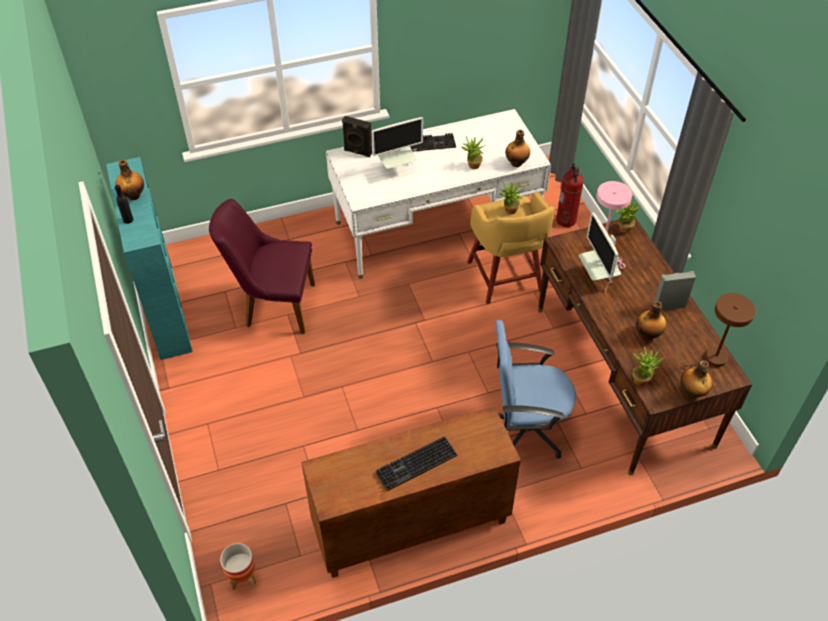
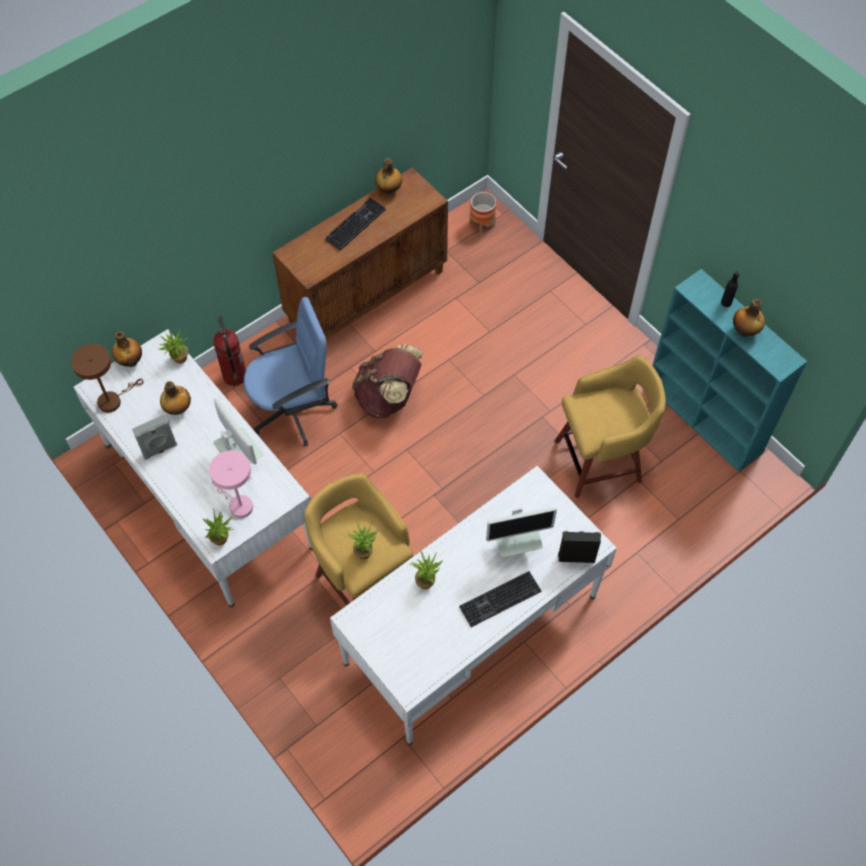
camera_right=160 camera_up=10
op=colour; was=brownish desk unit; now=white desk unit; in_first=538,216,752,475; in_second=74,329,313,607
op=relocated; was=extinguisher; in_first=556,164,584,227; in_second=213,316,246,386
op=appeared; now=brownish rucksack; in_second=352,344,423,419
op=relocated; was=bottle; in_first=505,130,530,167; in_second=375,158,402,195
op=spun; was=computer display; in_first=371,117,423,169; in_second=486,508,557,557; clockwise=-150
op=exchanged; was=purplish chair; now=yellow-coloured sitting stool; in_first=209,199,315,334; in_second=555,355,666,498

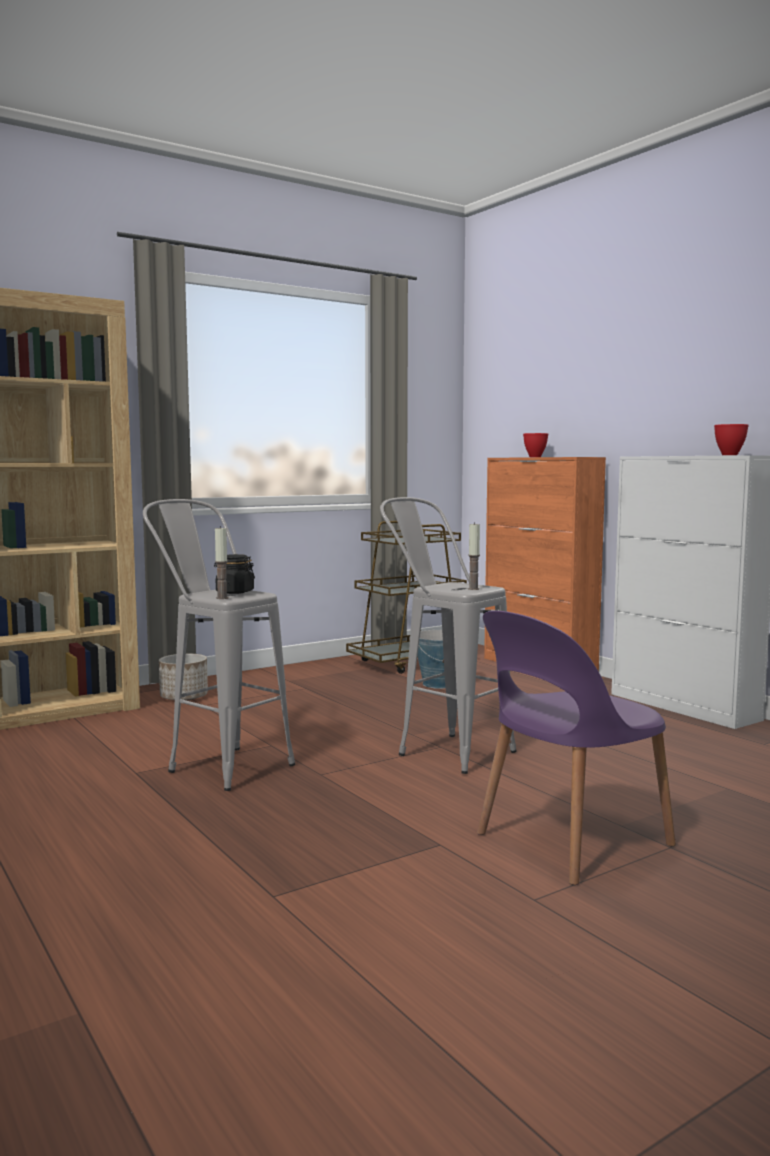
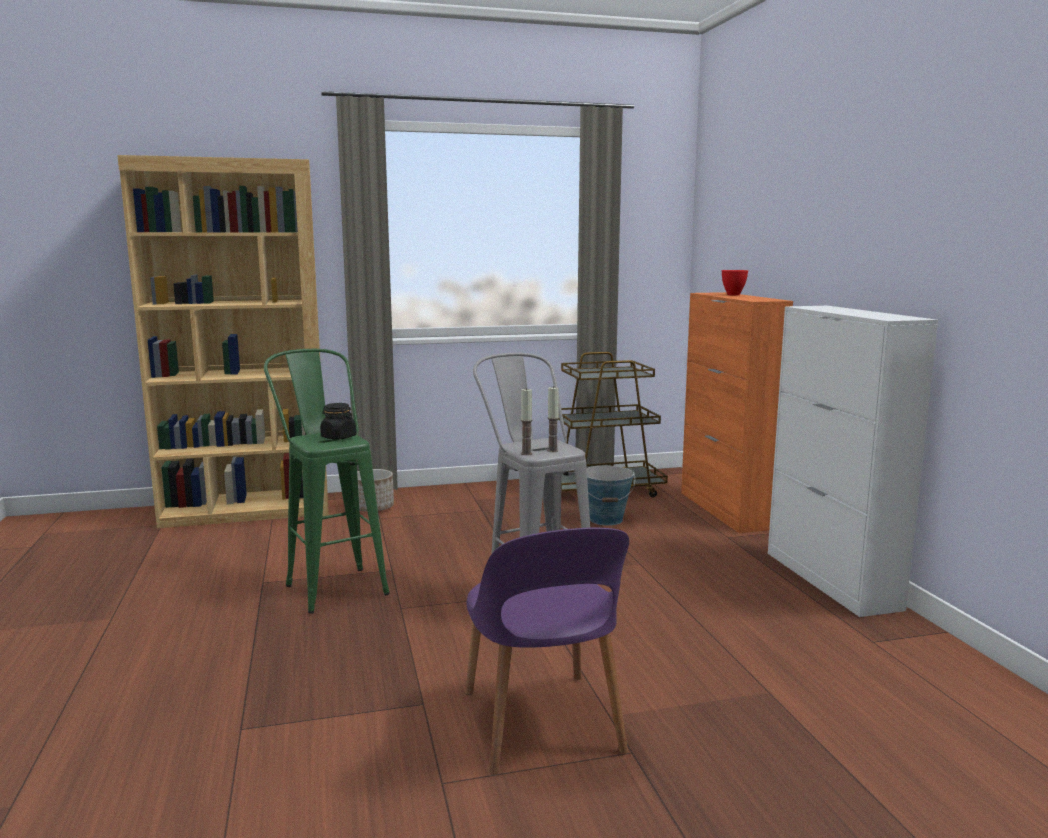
camera_right=20 camera_up=5
op=colour; was=greyish sitting stool; now=green sitting stool; in_first=143,499,295,791; in_second=264,349,390,614
op=spun; was=purplish chair; in_first=477,611,676,885; in_second=465,528,629,775; clockwise=-90
op=relocated; was=wax light; in_first=215,526,228,599; in_second=521,388,533,455
op=missing; was=red serving bowl; in_first=714,424,749,455

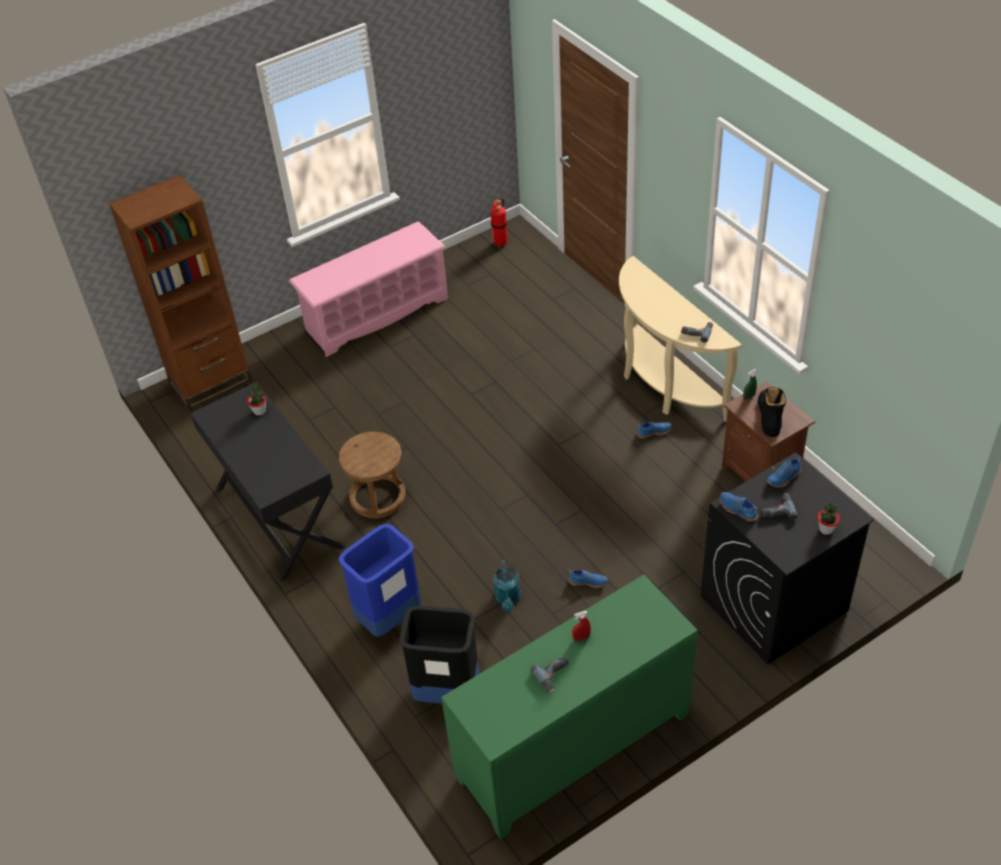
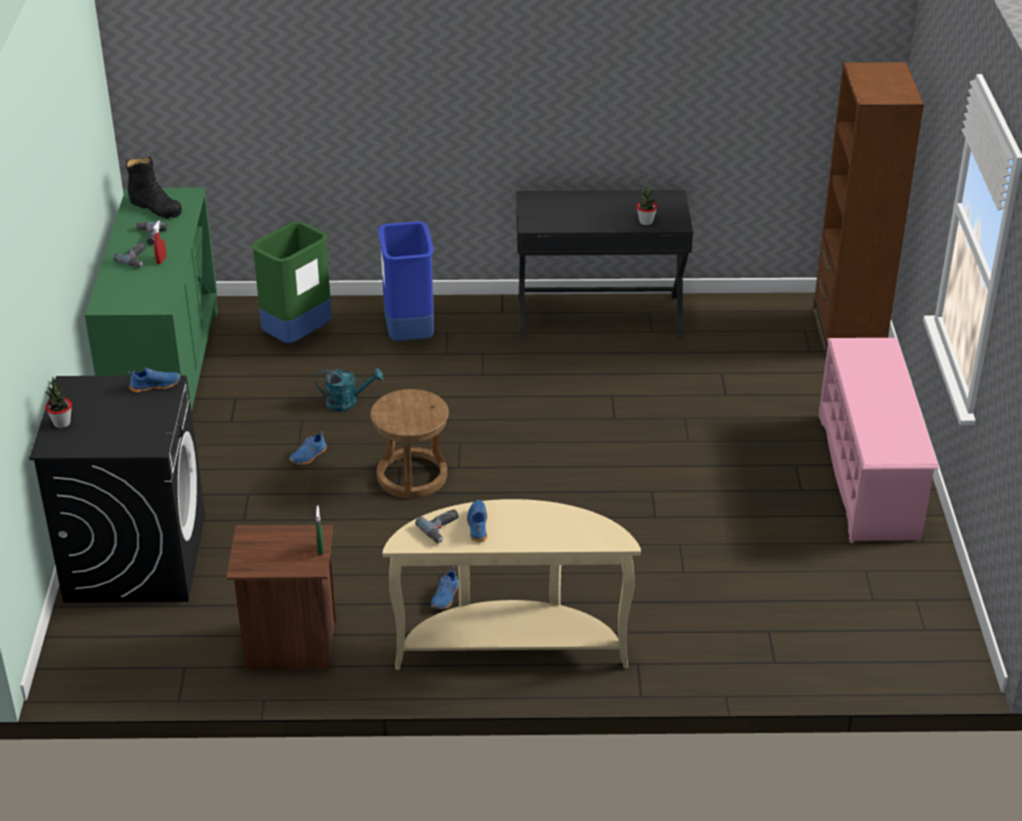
camera_right=120 camera_up=-10
op=relocated; was=power drill; in_first=761,493,798,520; in_second=114,242,146,268
op=relocated; was=black-coloured boot; in_first=758,387,786,437; in_second=126,157,182,219
op=colour; was=black-coloured waste bin; now=green waste bin; in_first=399,606,479,704; in_second=251,221,332,343
op=spun; was=turquoise-coloured watering pot; in_first=493,560,521,612; in_second=316,368,384,412; clockwise=150
op=relocated; was=brownish sitting stool; in_first=339,432,406,518; in_second=370,389,449,498
op=relocated; was=blue-coloured shoe; in_first=766,456,801,488; in_second=467,500,487,542
op=missing; was=extinguisher; in_first=491,198,508,247

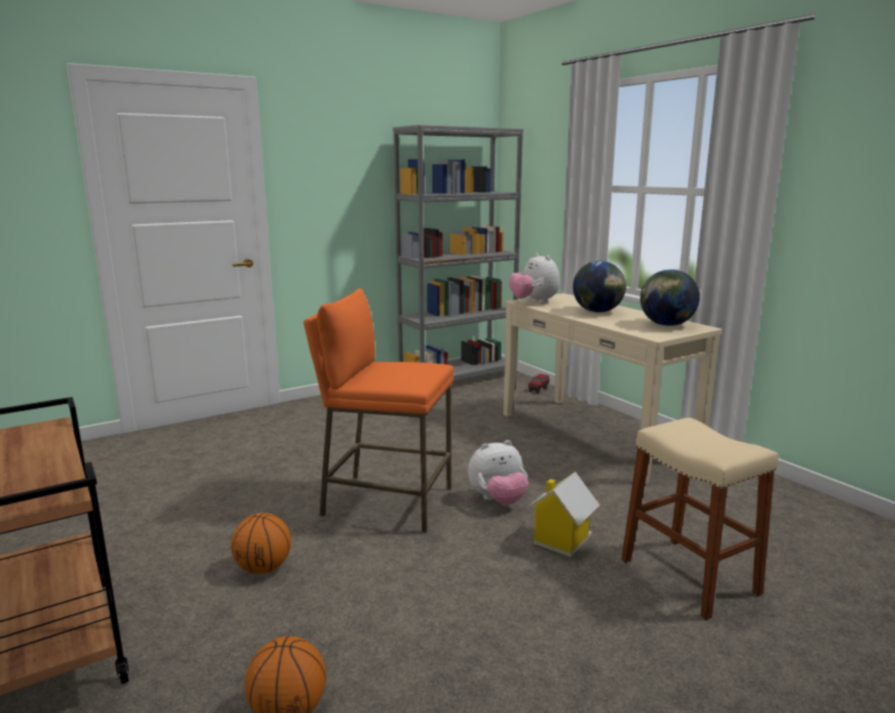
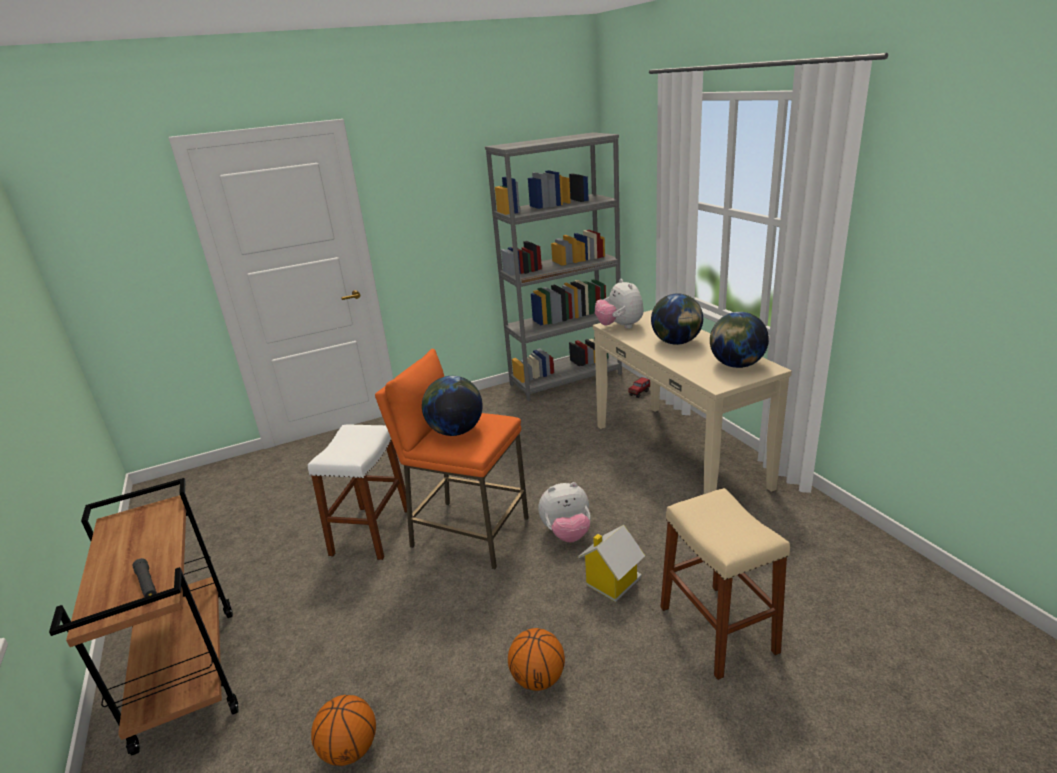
camera_right=10 camera_up=10
op=appeared; now=black-coloured flashlight; in_second=132,558,157,598
op=appeared; now=white sitting stool; in_second=308,424,407,560
op=appeared; now=globe; in_second=422,376,483,436
op=relocated; was=basketball; in_first=231,513,291,574; in_second=508,628,565,691

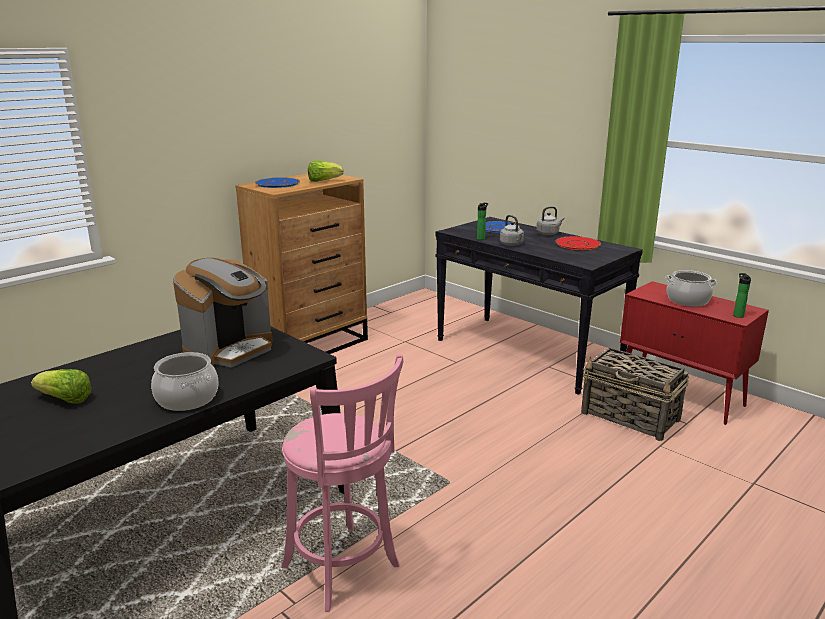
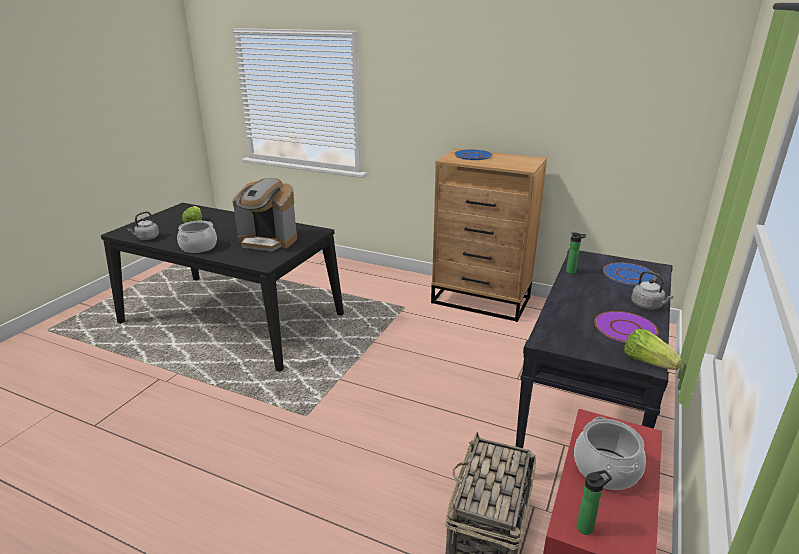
camera_right=70 camera_up=5
op=relocated; was=greyish tea kettle; in_first=500,215,524,246; in_second=127,211,159,240
op=colour; was=red dinner plate; now=purplish dinner plate; in_first=556,236,601,250; in_second=594,311,659,343
op=relocated; was=lettuce head; in_first=308,161,343,182; in_second=624,329,683,370
op=missing; was=pink-coloured sitting stool; in_first=281,354,403,612

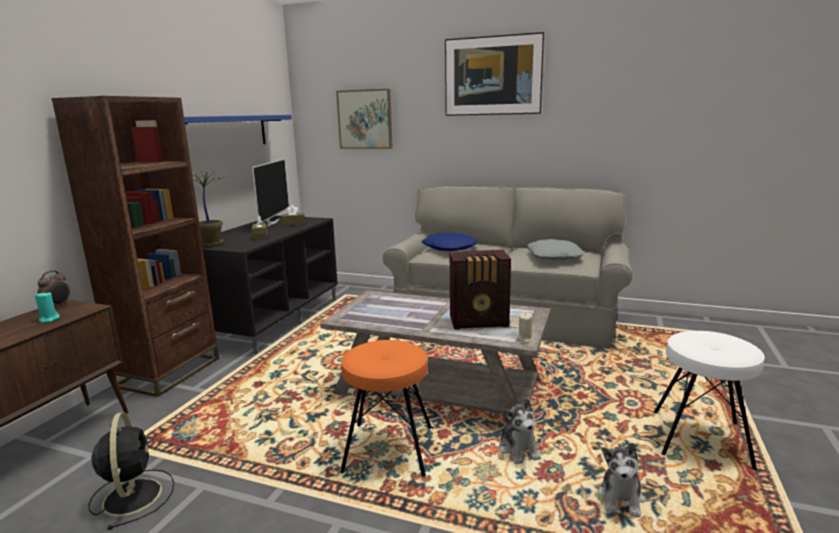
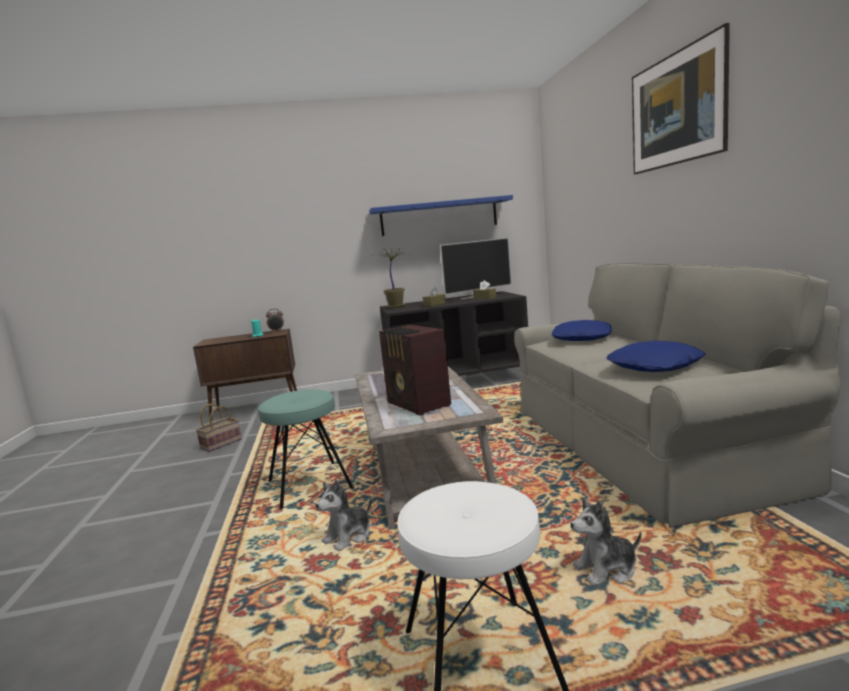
camera_right=60 camera_up=-5
op=exchanged; was=black-coloured cooling fan; now=household basket; in_first=88,412,174,530; in_second=196,404,242,452
op=colour; was=orange sitting stool; now=turquoise-coloured sitting stool; in_first=340,340,432,477; in_second=258,389,353,510
op=relocated; was=soft toy; in_first=598,443,644,518; in_second=570,497,642,586
op=colour; was=greyish cushion; now=blue-coloured cushion; in_first=527,239,584,260; in_second=607,341,706,372
op=missing; was=brownish bookcase; in_first=51,96,219,397
op=missing; was=wall picture; in_first=336,89,393,149
op=missing; was=sand-coloured wax light; in_first=516,313,533,343

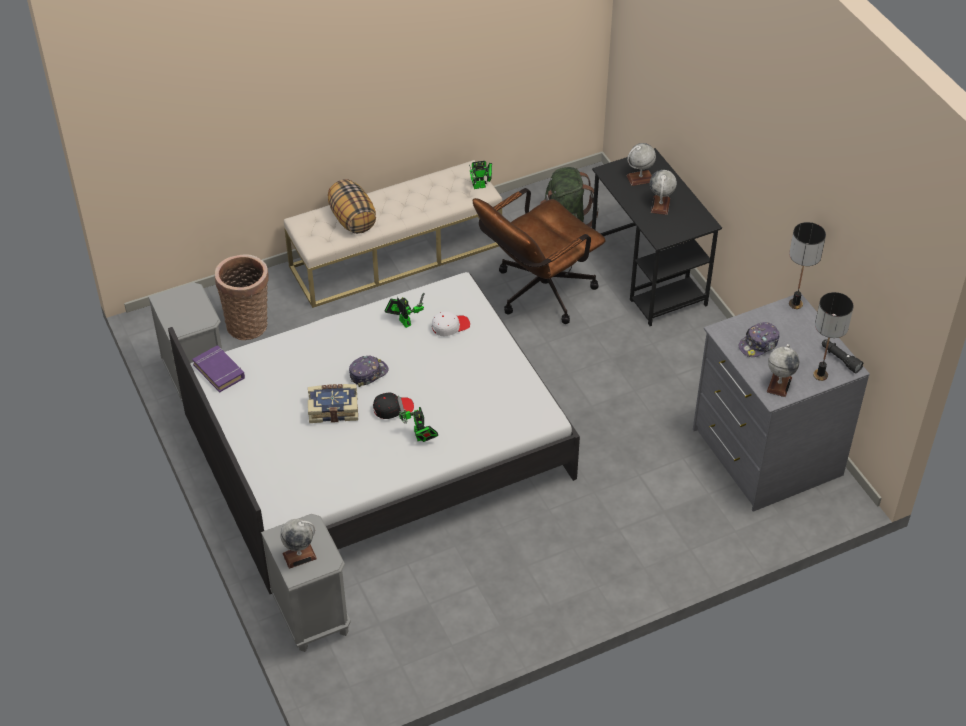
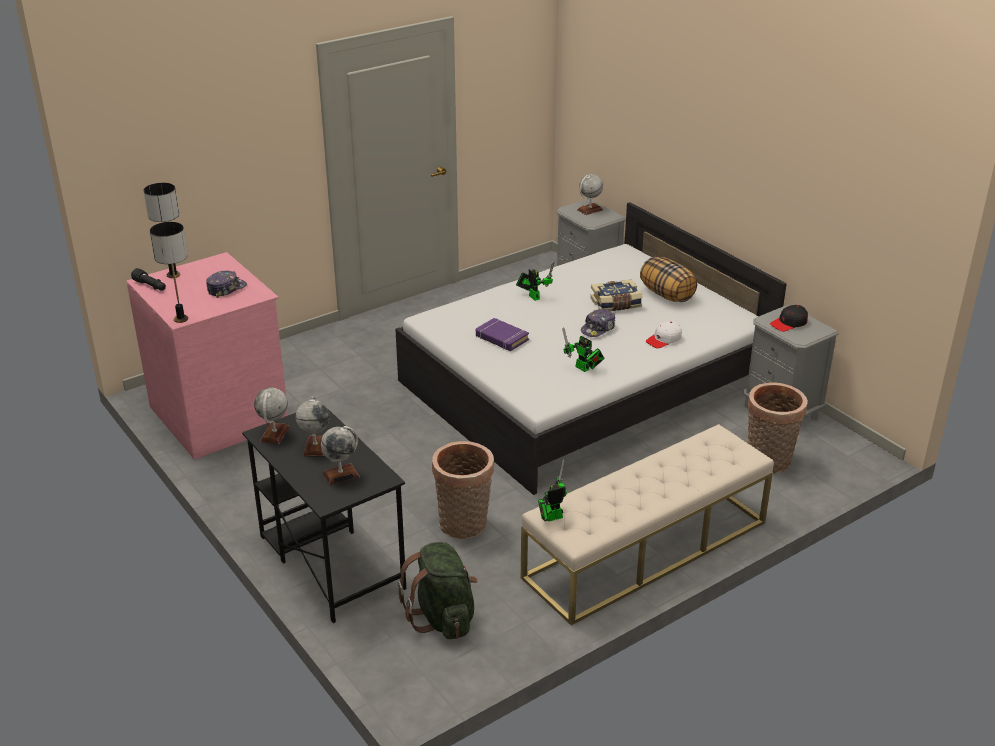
camera_right=170 camera_up=-15
op=colour; was=greyish chest of drawers; now=pink-coloured chest of drawers; in_first=693,295,870,512; in_second=126,252,288,460
op=relocated; was=globe; in_first=767,344,799,397; in_second=254,388,289,444
op=exchanged; was=brownish desk chair; now=household basket; in_first=473,188,605,324; in_second=432,441,494,539
op=relocated; was=purplish bound book; in_first=192,345,245,392; in_second=476,318,529,351
op=relocated; was=cushion; in_first=328,179,376,234; in_second=640,257,697,302
op=relocated; was=white baseball cap; in_first=432,311,470,336; in_second=646,321,682,348
op=relocated; was=black-coloured baseball cap; in_first=373,392,414,419; in_second=770,305,808,332

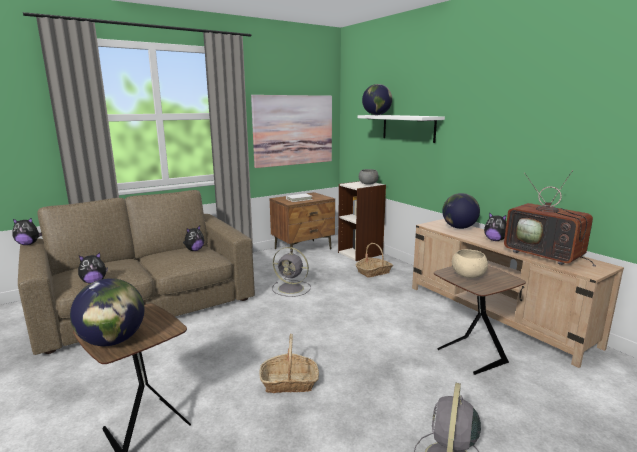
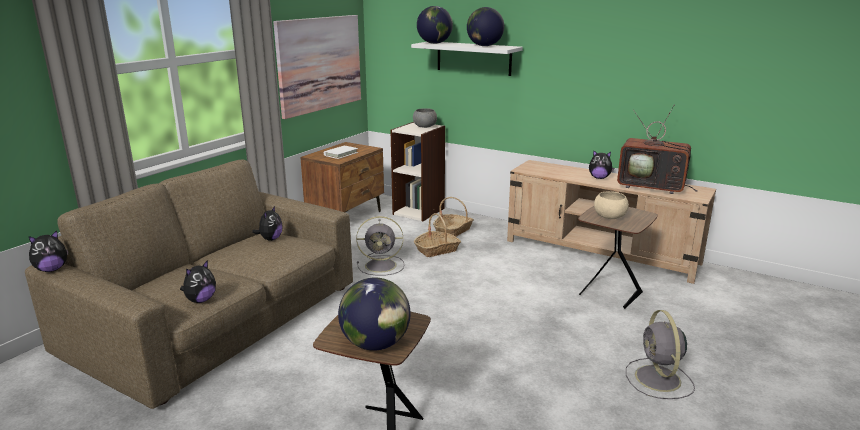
camera_right=-25 camera_up=5
op=relocated; was=household basket; in_first=260,334,319,393; in_second=414,213,461,257
op=relocated; was=globe; in_first=442,193,480,229; in_second=467,7,504,46

